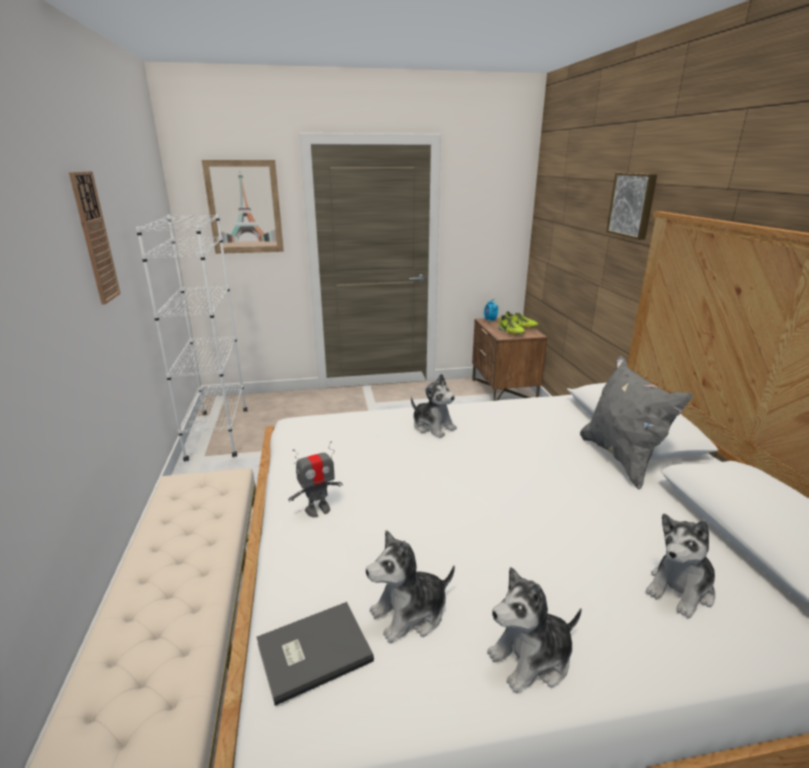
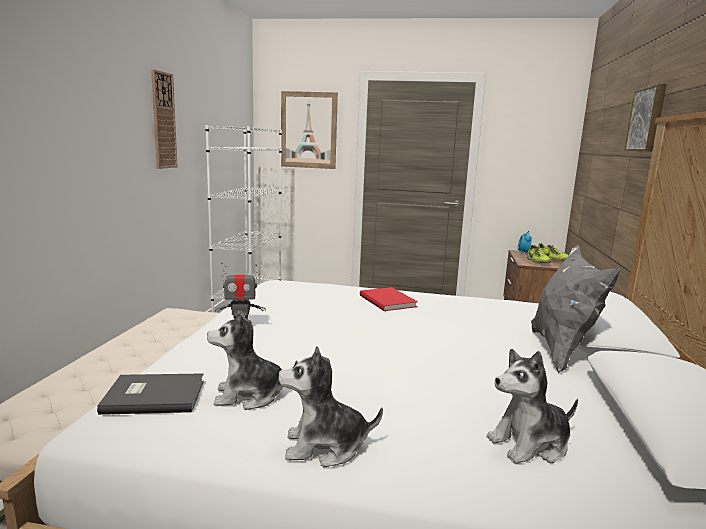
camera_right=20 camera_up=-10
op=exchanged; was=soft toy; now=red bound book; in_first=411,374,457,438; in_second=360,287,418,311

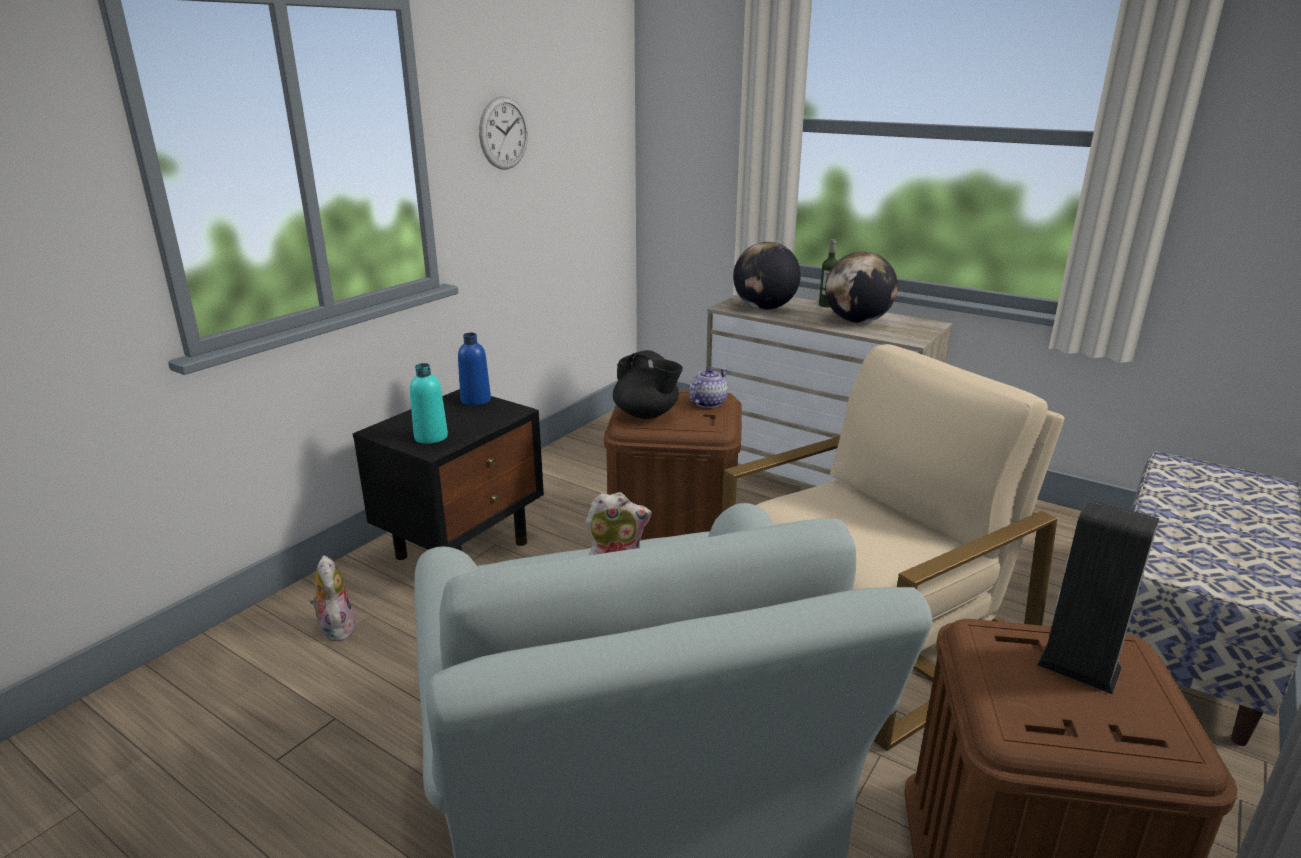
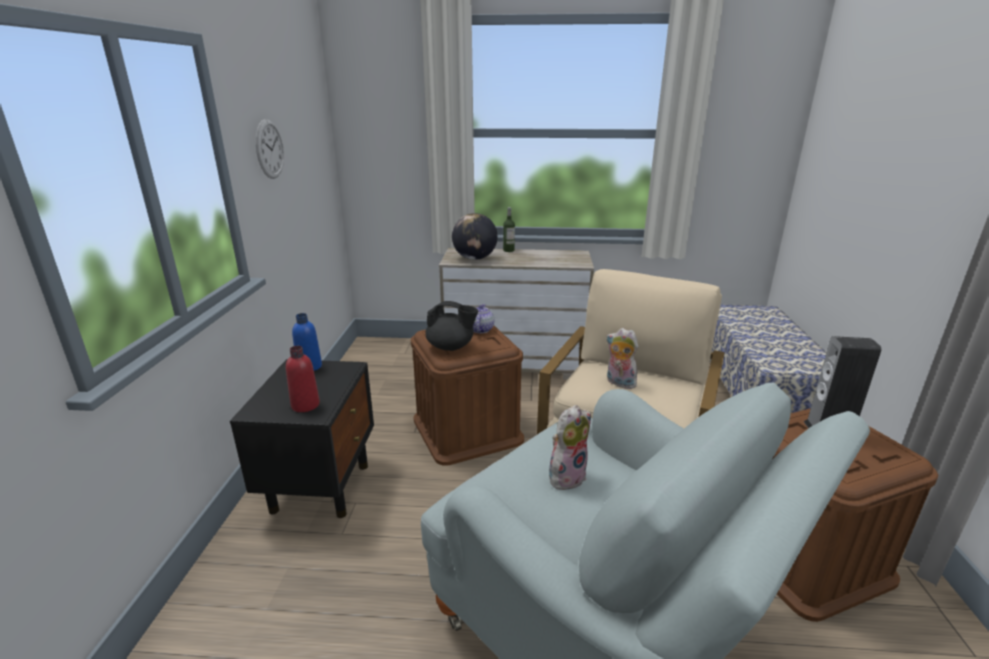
camera_right=-30 camera_up=0
op=colour; was=turquoise-coloured bottle; now=red bottle; in_first=410,363,448,444; in_second=286,346,320,412
op=relocated; was=soft toy; in_first=309,555,356,641; in_second=606,328,638,389
op=missing; was=globe; in_first=825,252,898,323

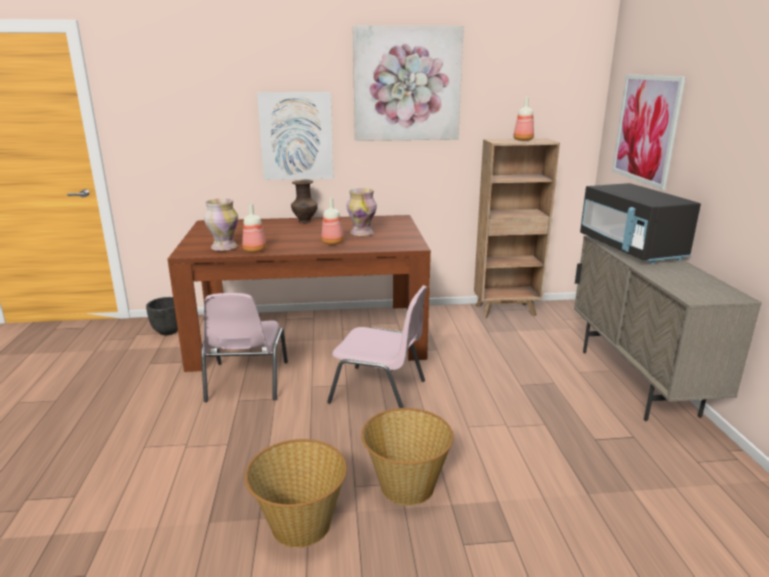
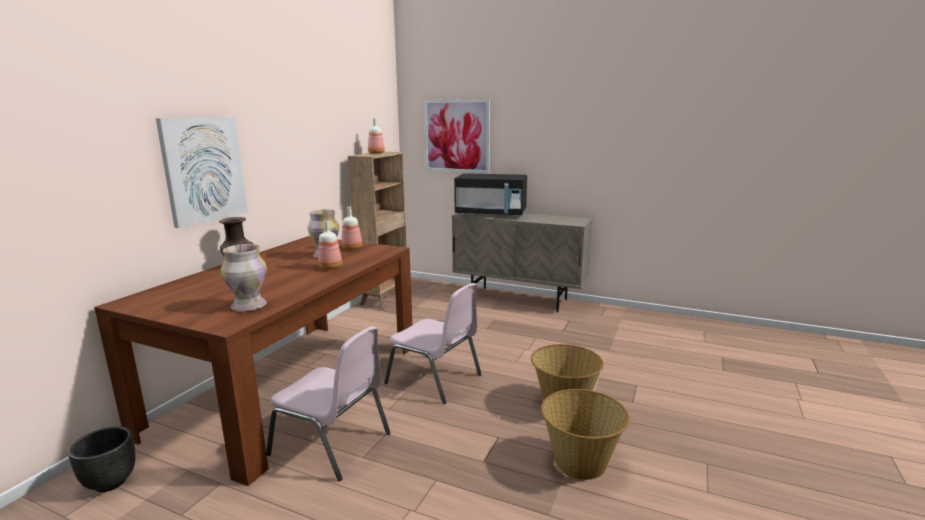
camera_right=-60 camera_up=-5
op=relocated; was=bottle; in_first=242,203,266,253; in_second=341,207,362,250
op=spun; was=pink-coloured chair; in_first=327,285,427,408; in_second=384,283,482,404; clockwise=75
op=missing; was=wall picture; in_first=353,25,464,141

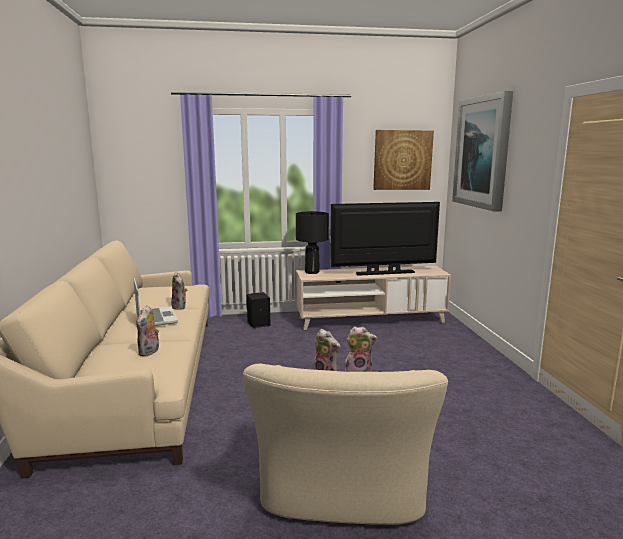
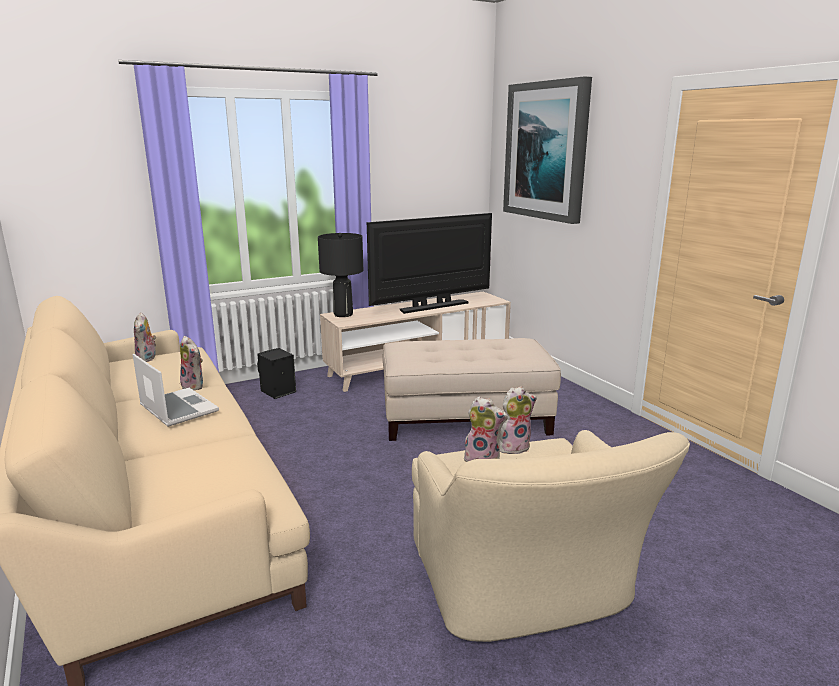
camera_right=-20 camera_up=5
op=relocated; was=soft toy; in_first=136,305,159,357; in_second=134,312,156,362
op=appeared; now=sand-coloured footrest; in_second=383,338,561,441
op=missing; was=wall picture; in_first=373,130,434,190

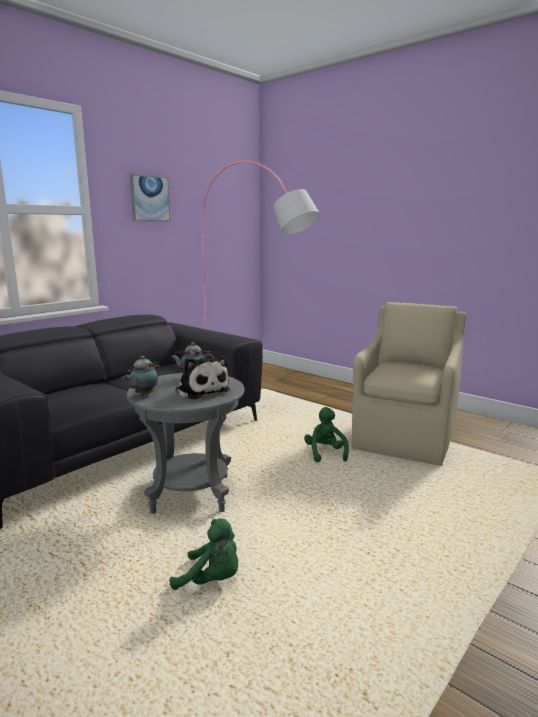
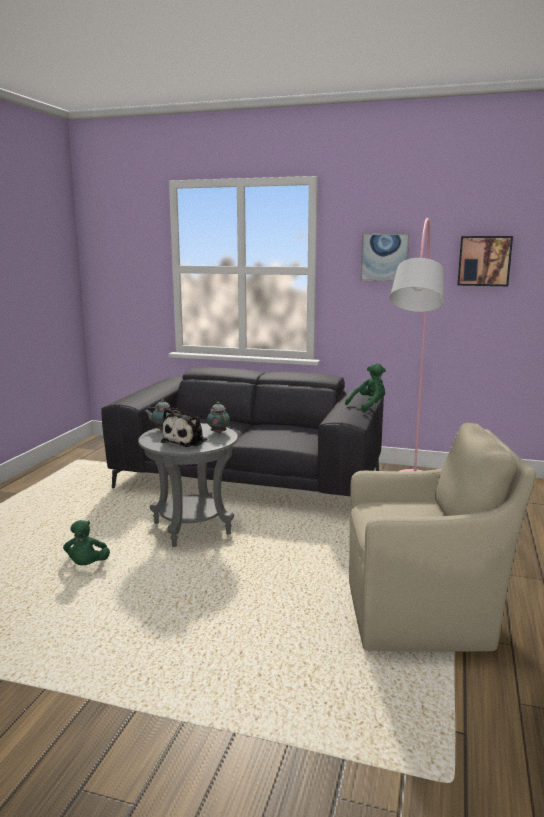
camera_right=65 camera_up=0
op=relocated; was=green soft toy; in_first=304,407,349,463; in_second=345,363,386,412
op=appeared; now=wall picture; in_second=457,236,513,286

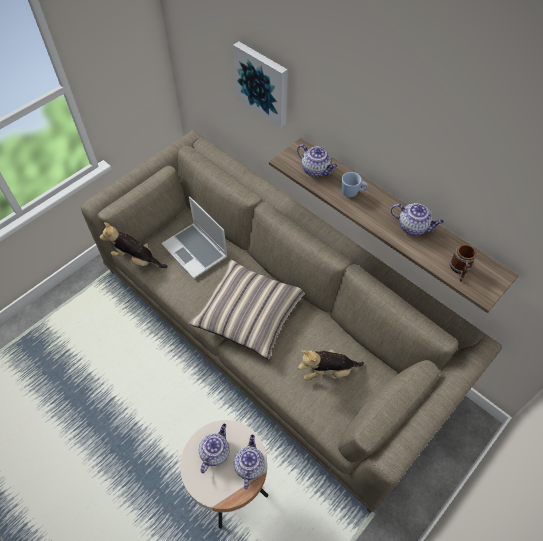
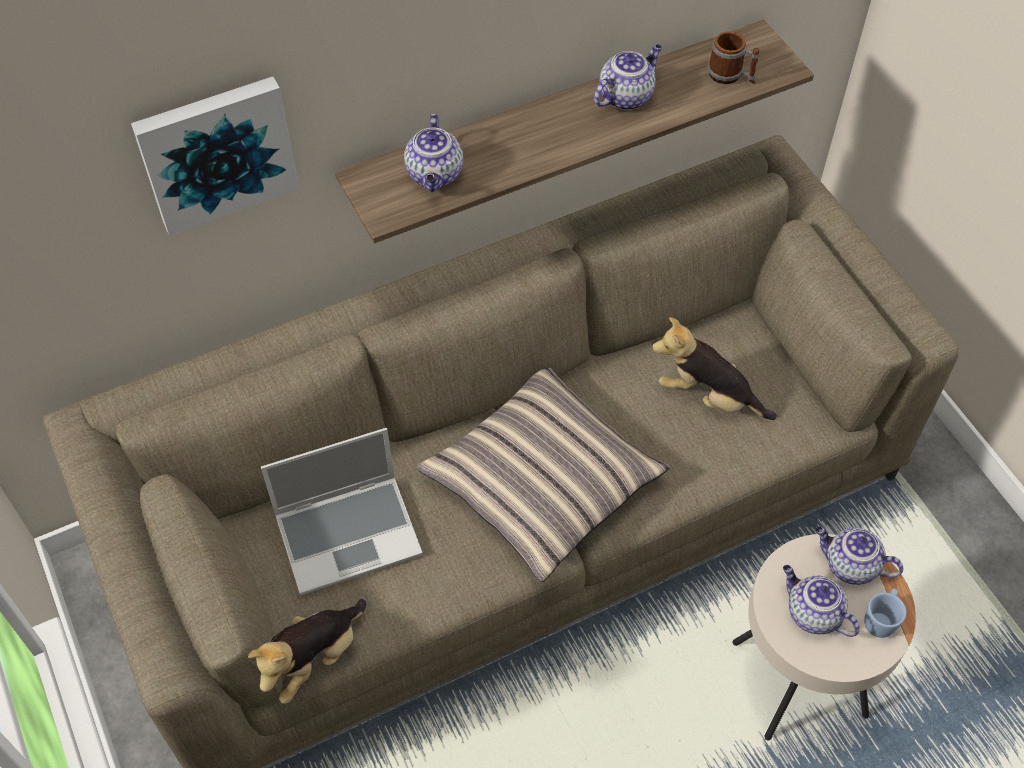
camera_right=-70 camera_up=0
op=spun; was=pot for tea; in_first=297,144,337,177; in_second=404,114,463,192; clockwise=120
op=spun; was=soft toy; in_first=298,349,364,381; in_second=652,317,777,420; clockwise=105
op=relocated; was=blue-coloured coffee mug; in_first=341,172,368,197; in_second=864,588,907,638

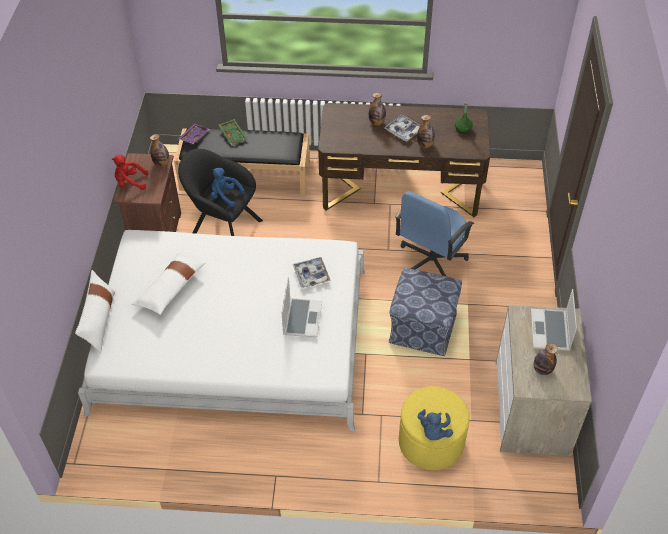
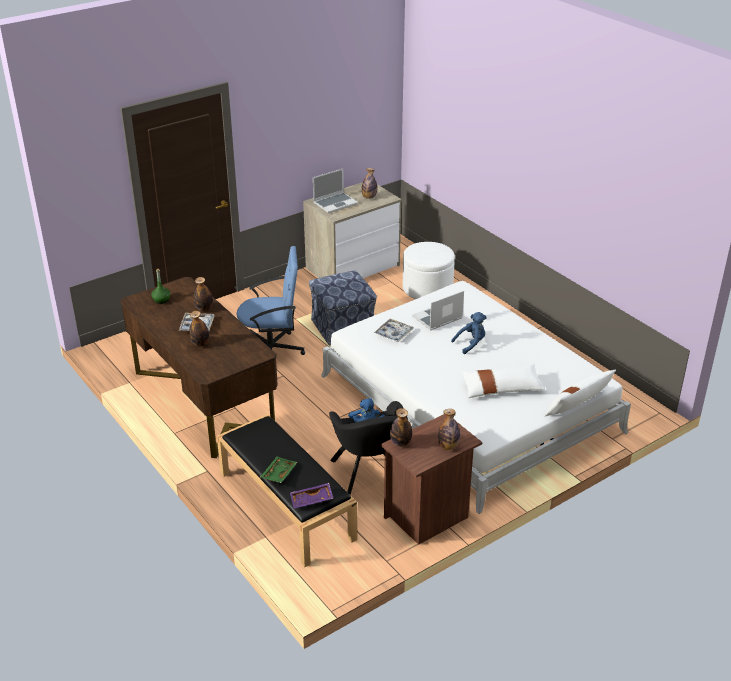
camera_right=-130 camera_up=-15
op=colour; was=yellow-coloured footrest; now=white footrest; in_first=399,386,470,470; in_second=403,242,455,299
op=exchanged; was=red soft toy; now=bottle; in_first=112,155,148,190; in_second=438,409,460,450
op=relocated; was=blue-coloured soft toy; in_first=418,409,453,440; in_second=451,312,487,354

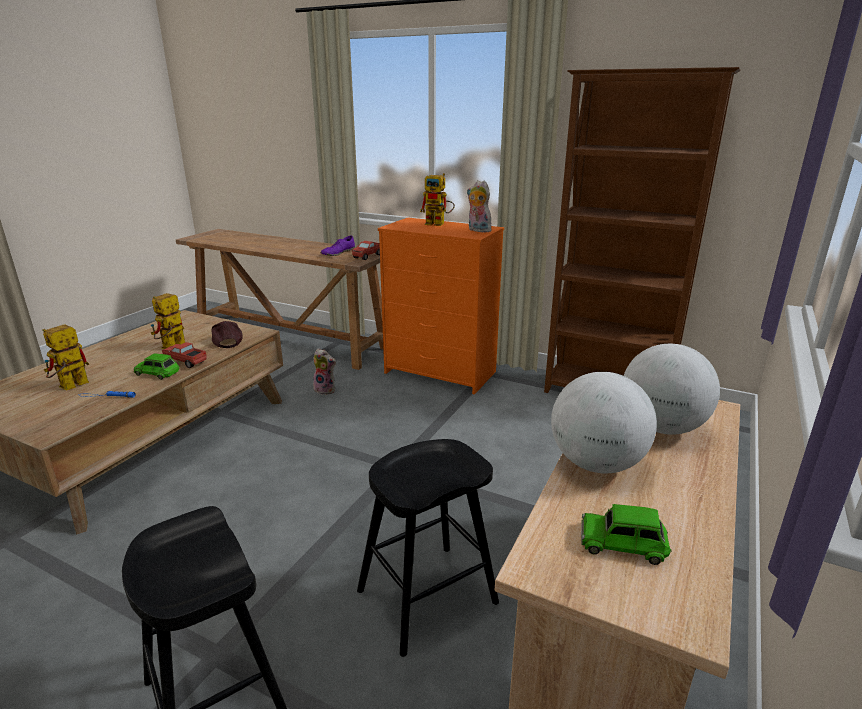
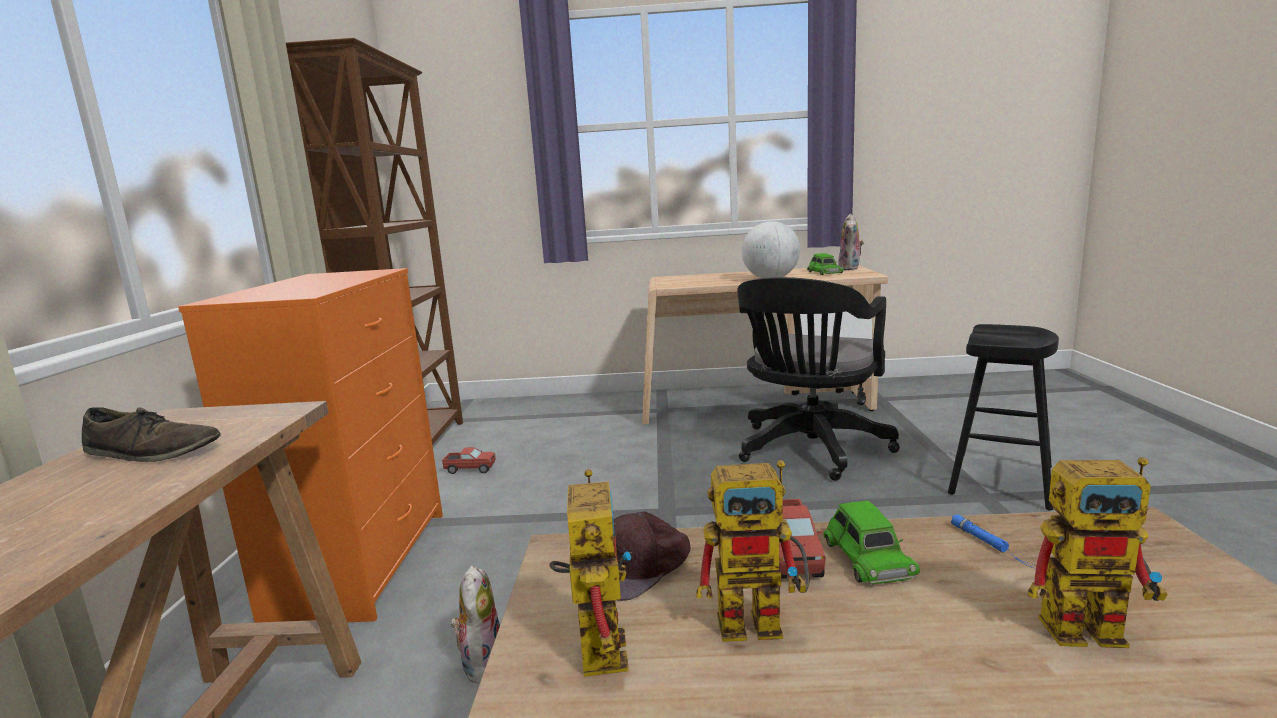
camera_right=-115 camera_up=-10
op=colour; was=purplish shoe; now=brownish shoe; in_first=321,235,355,256; in_second=82,407,221,462
op=relocated; was=toy truck; in_first=352,241,380,260; in_second=442,447,496,474
op=relocated; was=robot figure; in_first=420,173,455,226; in_second=549,469,632,677
op=exchanged; was=black-coloured sitting stool; now=black-coloured desk chair; in_first=357,439,499,657; in_second=737,277,900,481
op=relocated; was=soft toy; in_first=467,180,491,232; in_second=838,214,864,270
op=missing; was=globe; in_first=624,344,720,435

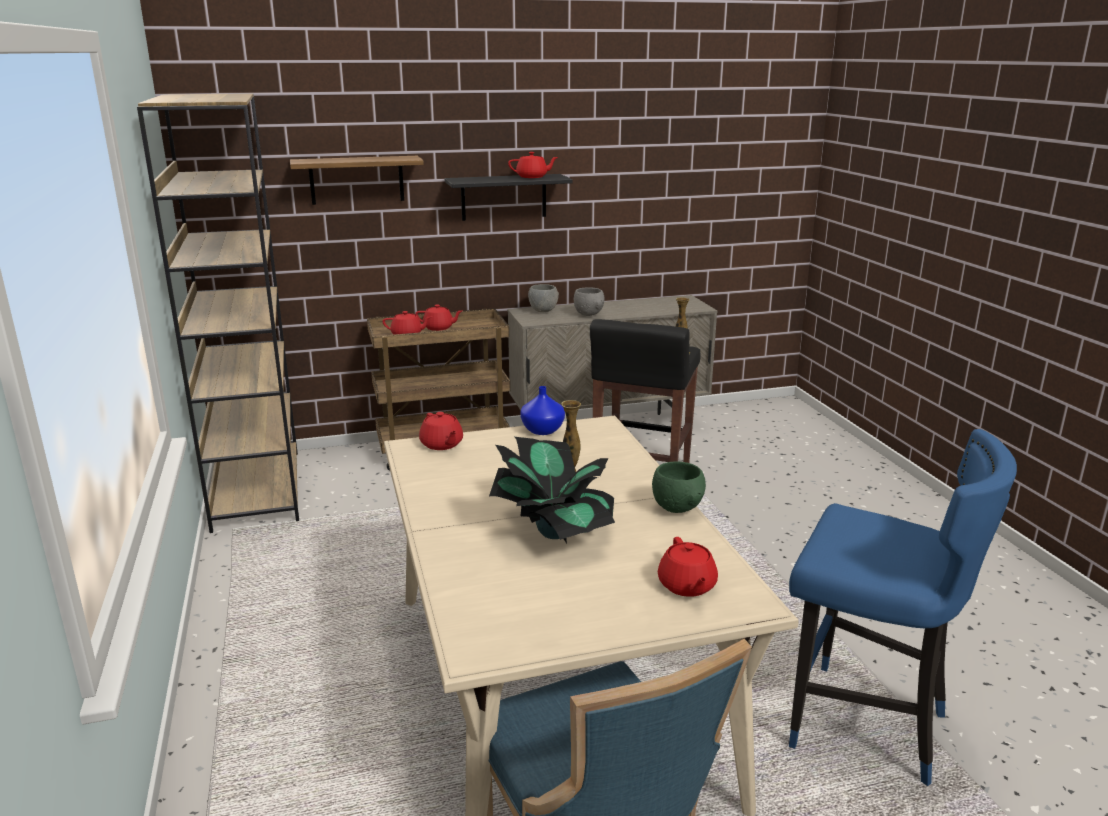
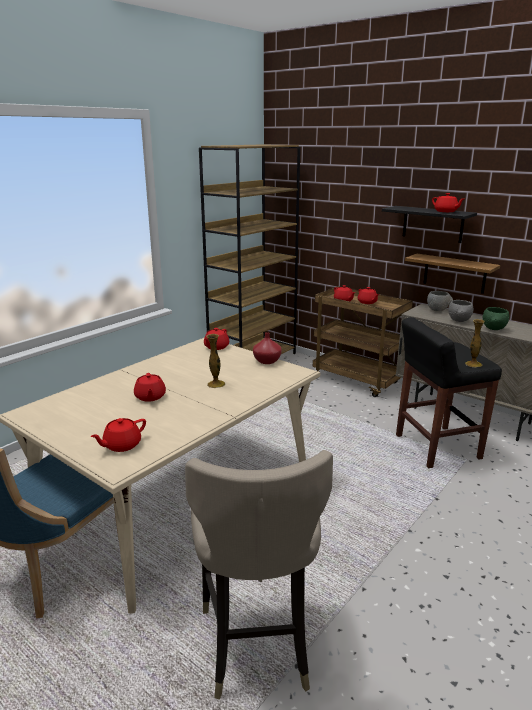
camera_right=55 camera_up=0
op=exchanged; was=potted plant; now=red pot for tea; in_first=489,437,615,544; in_second=134,373,166,402
op=colour; was=blue-coloured sitting stool; now=sand-coloured sitting stool; in_first=789,429,1017,786; in_second=185,450,333,699
op=colour; was=blue-coloured flower vase; now=red flower vase; in_first=520,386,565,435; in_second=253,332,282,364
op=relocated; was=bracket shelf; in_first=290,156,424,205; in_second=405,254,500,294
op=relocated; was=green serving bowl; in_first=652,461,706,513; in_second=483,307,509,330

